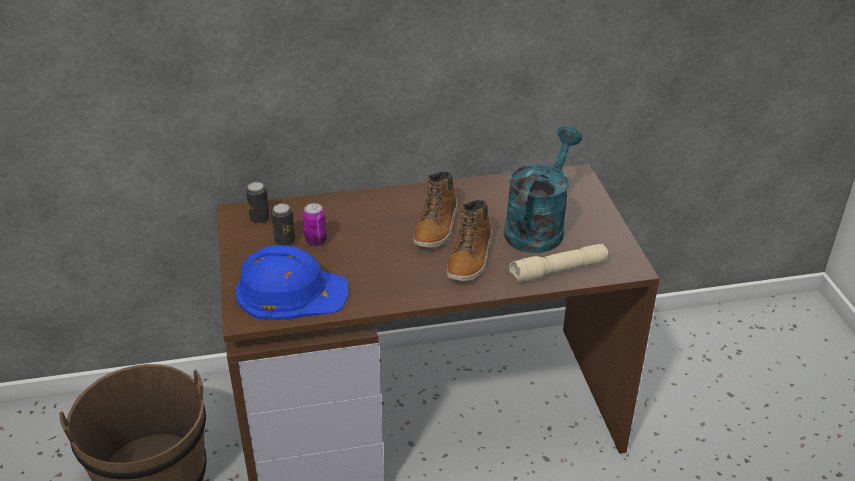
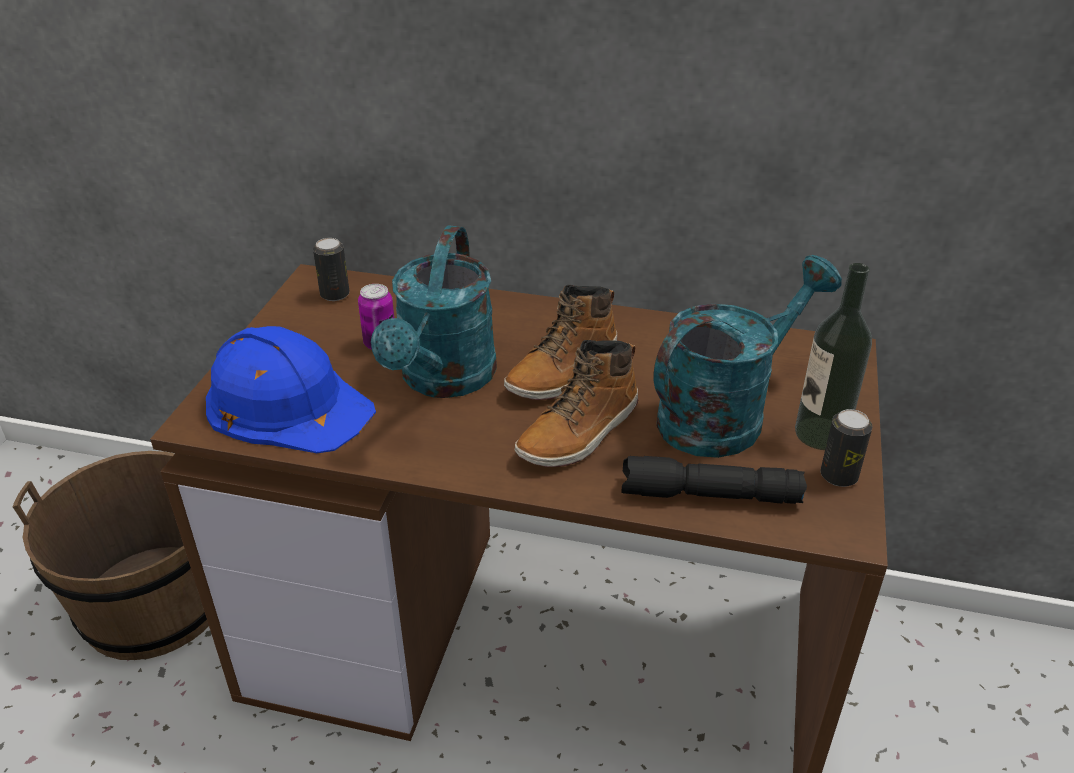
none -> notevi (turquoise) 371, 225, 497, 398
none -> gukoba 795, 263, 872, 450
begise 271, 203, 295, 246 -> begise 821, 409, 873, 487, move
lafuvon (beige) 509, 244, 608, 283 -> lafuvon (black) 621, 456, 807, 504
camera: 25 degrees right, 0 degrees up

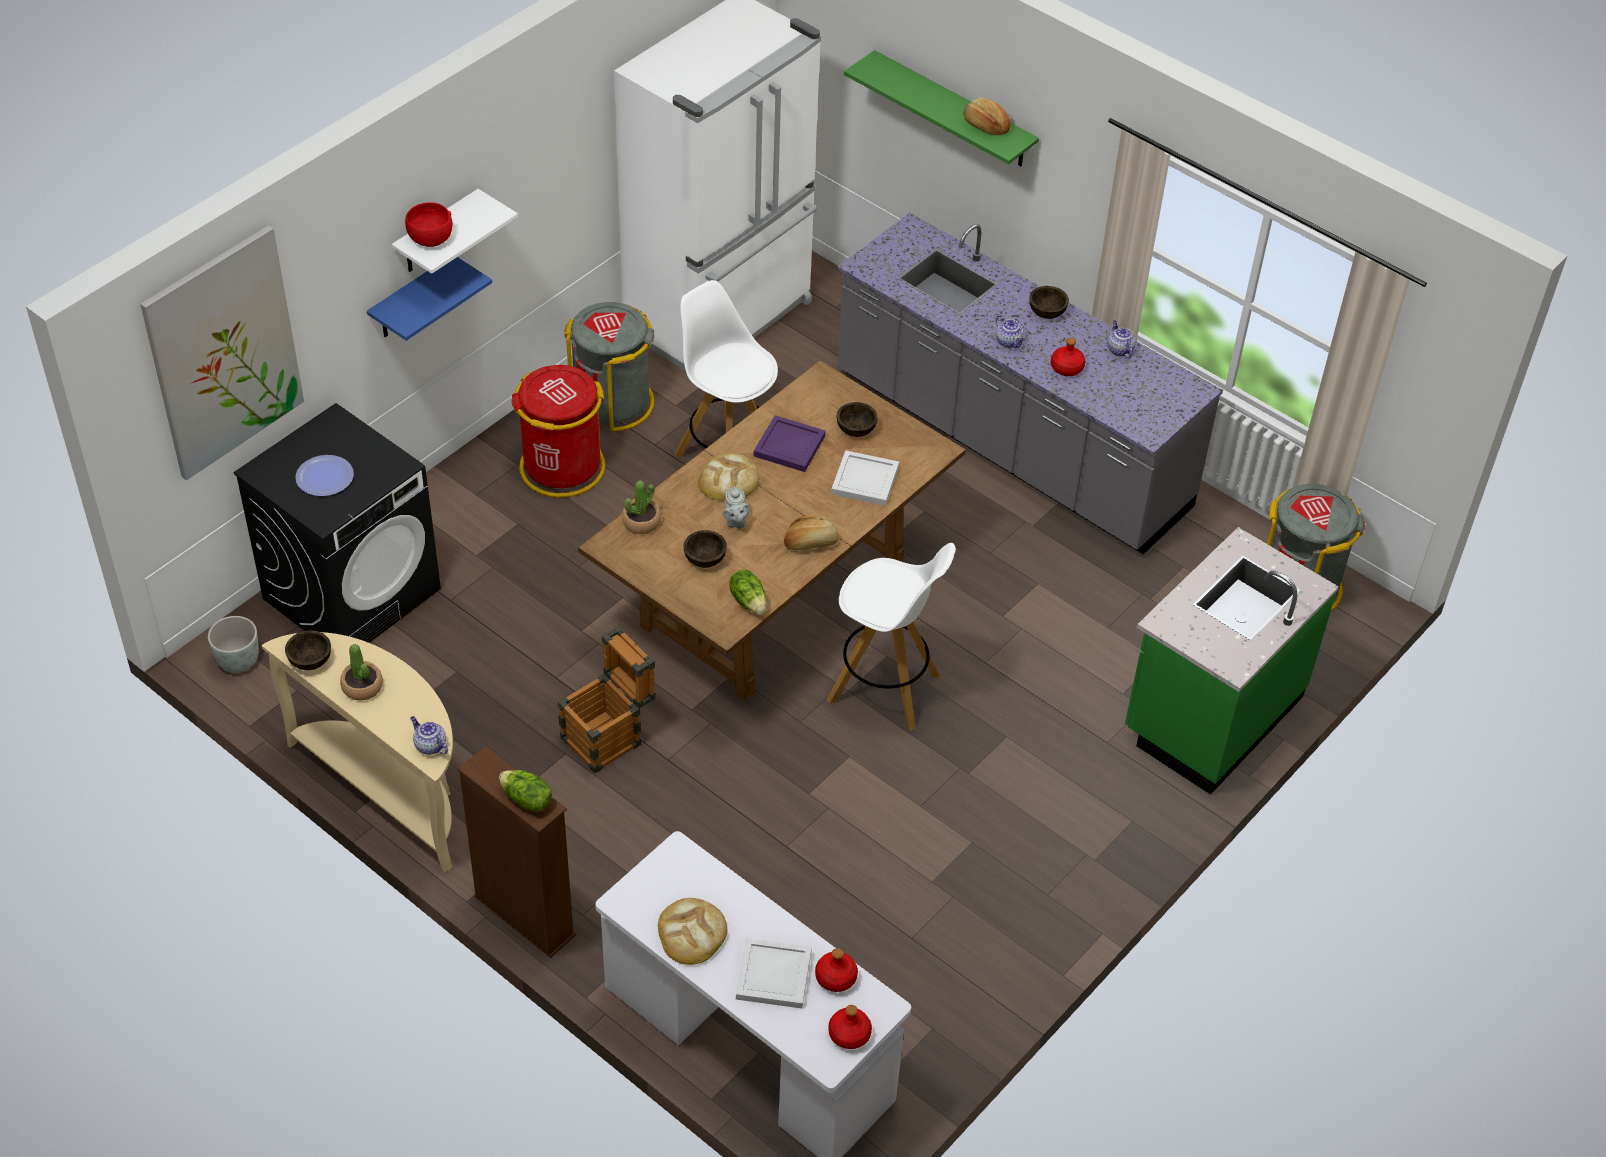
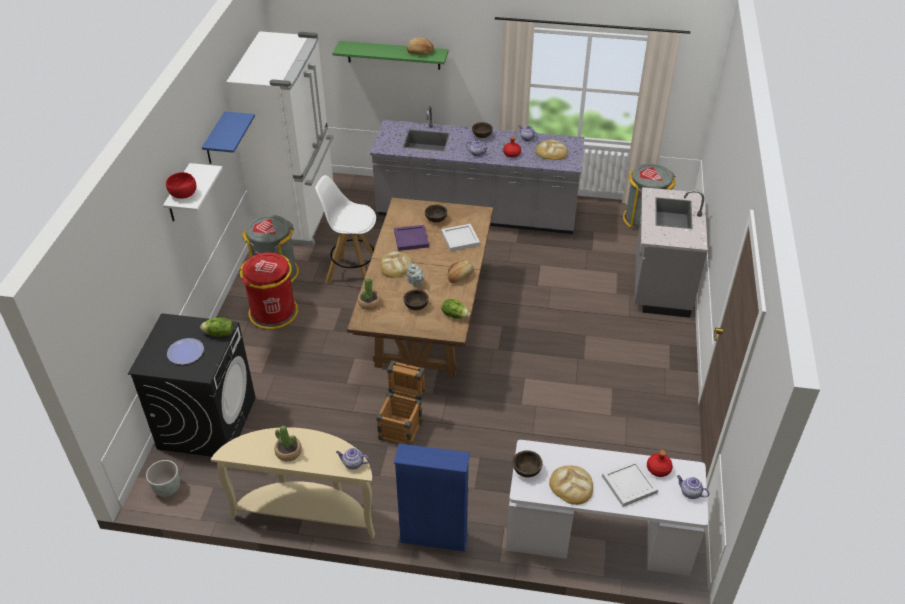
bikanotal 140, 225, 304, 481 -> none
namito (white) 827, 543, 956, 730 -> none
none -> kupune 536, 139, 568, 160
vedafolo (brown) 285, 630, 331, 670 -> vedafolo (brown) 513, 450, 543, 478, move
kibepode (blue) 367, 257, 492, 341 -> kibepode (blue) 202, 111, 255, 164, move
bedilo 499, 770, 552, 812 -> bedilo 200, 317, 233, 337, move
gukoba (red) 828, 1005, 872, 1049 -> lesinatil 677, 475, 709, 499
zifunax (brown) 458, 746, 576, 958 -> zifunax (blue) 394, 444, 470, 552
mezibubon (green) 1125, 527, 1339, 795 -> mezibubon (grey) 635, 187, 708, 318
camera: 30 degrees left, 5 degrees down

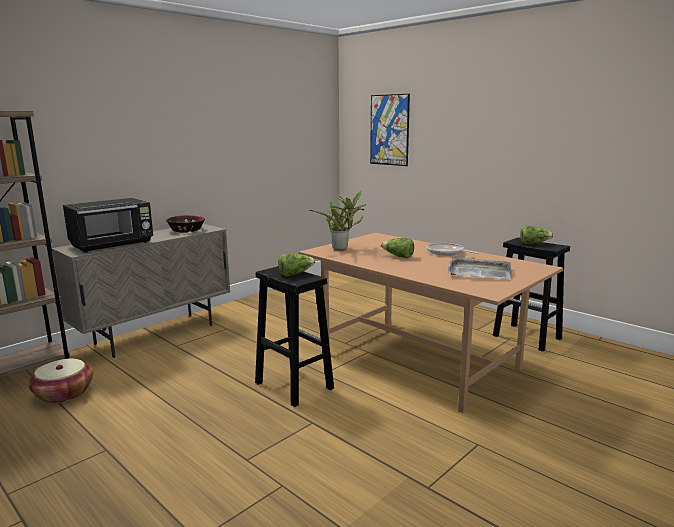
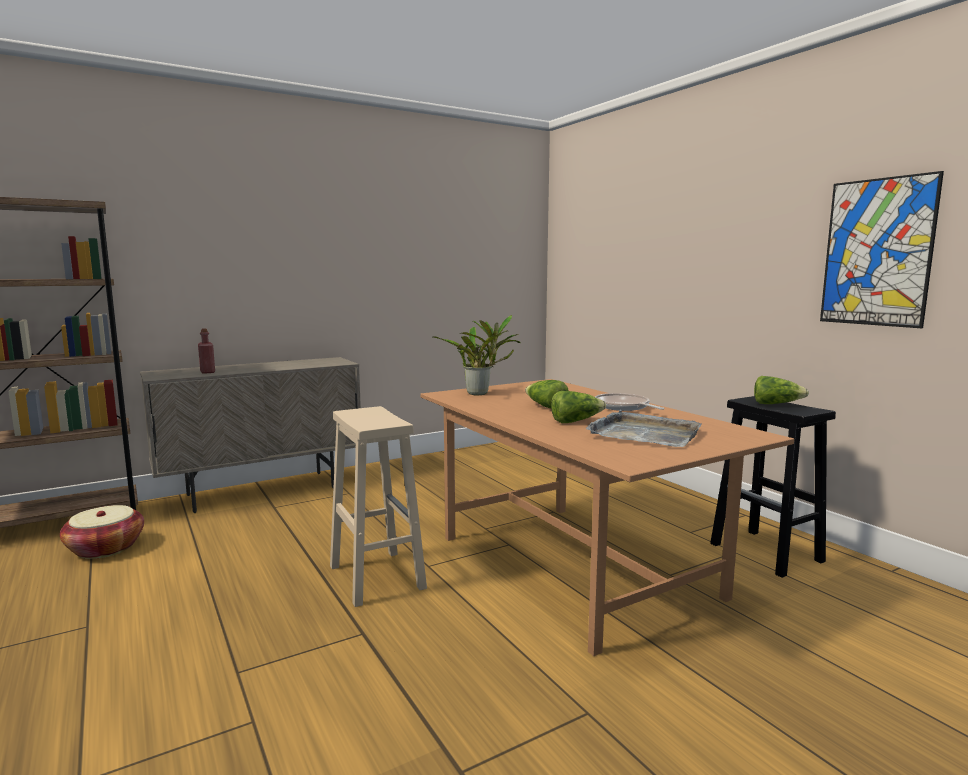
vedafolo 166, 215, 205, 233 -> none
bedilo 278, 253, 316, 276 -> bedilo 551, 391, 606, 423, move
bikanotal 370, 94, 410, 166 -> bikanotal 820, 171, 944, 328, move
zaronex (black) 63, 198, 153, 253 -> gukoba (red) 198, 328, 215, 374
namito (black) 255, 266, 334, 407 -> namito (beige) 330, 406, 427, 607
camera: 15 degrees right, 5 degrees down

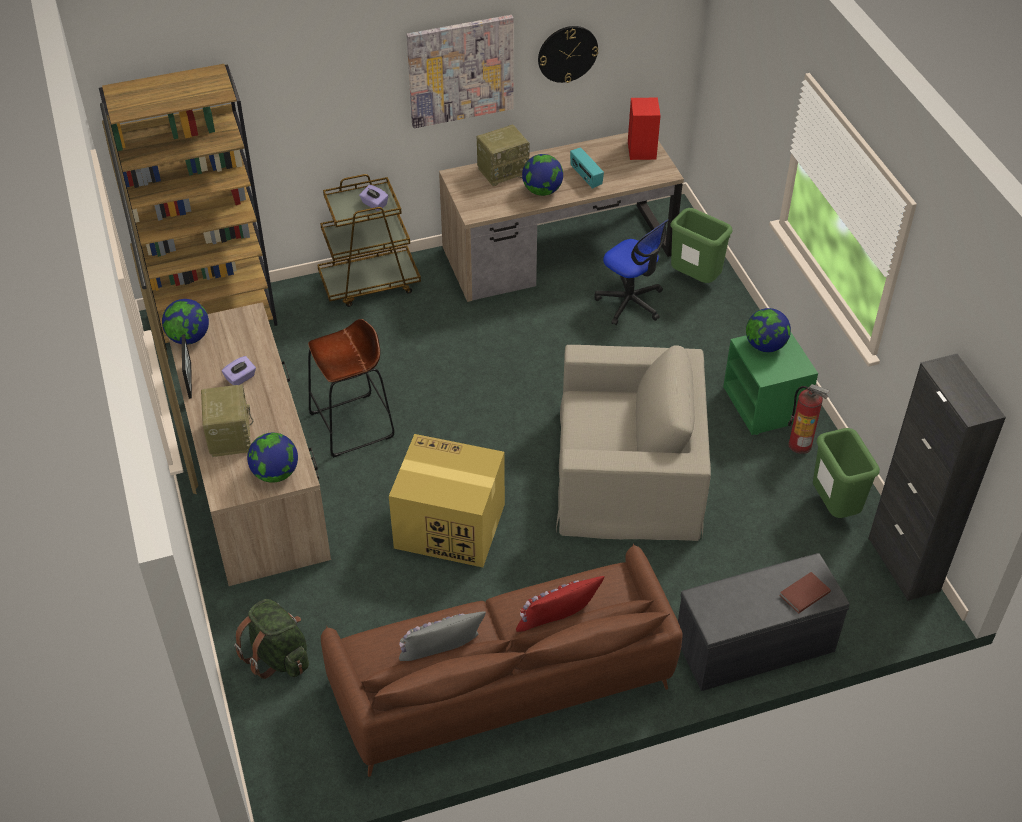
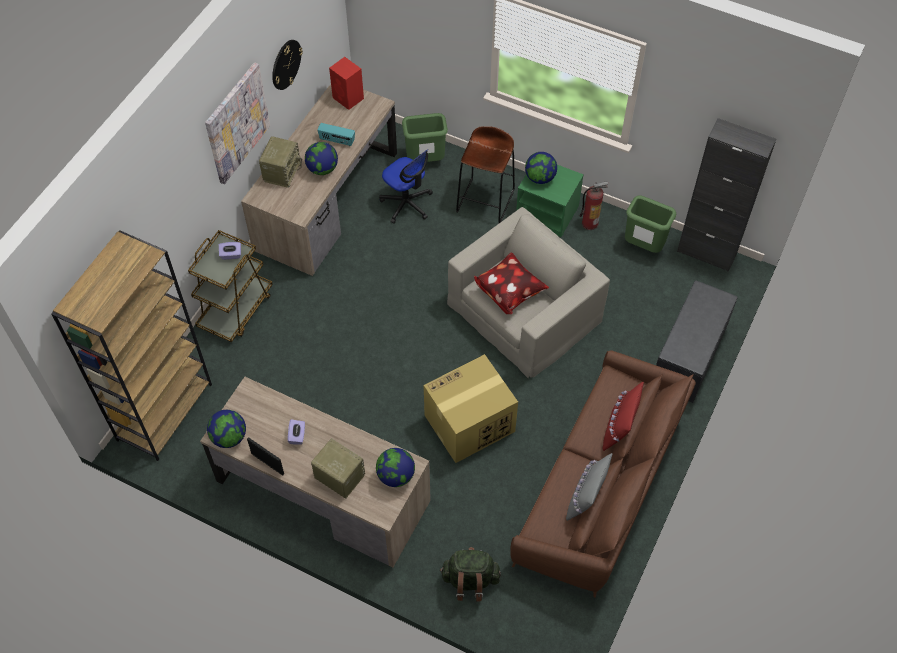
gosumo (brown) 780, 572, 831, 613 -> none
none -> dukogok 474, 252, 549, 314
namito (brown) 308, 319, 394, 458 -> namito (brown) 456, 126, 515, 224, move
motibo 594, 220, 668, 325 -> motibo 379, 149, 433, 224, 45 degrees clockwise
camera: 45 degrees left, 10 degrees up

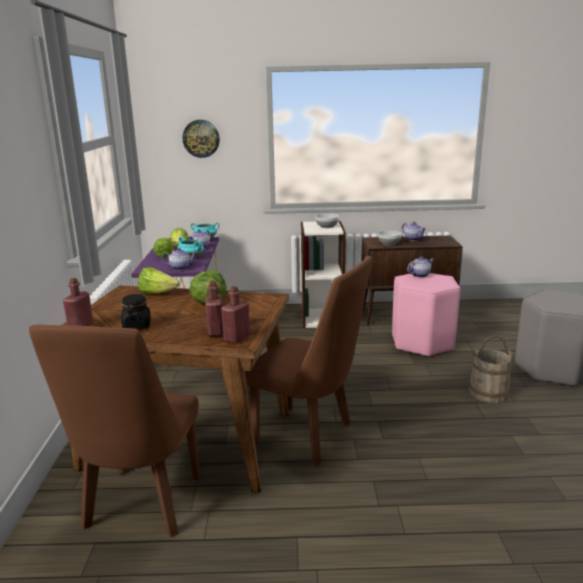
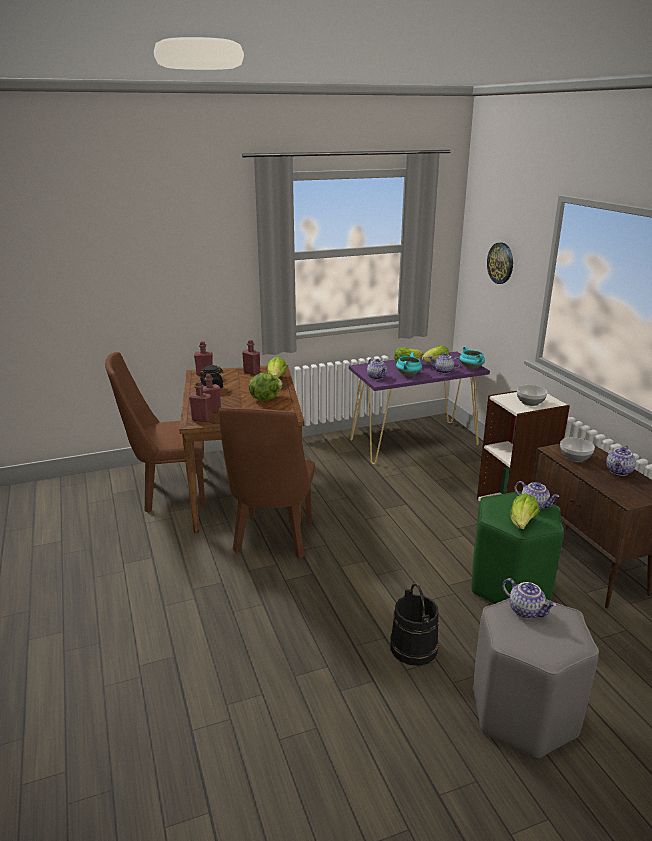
none -> gukoba (red) 242, 340, 260, 375
none -> lesinatil 502, 578, 556, 619
none -> bedilo 511, 494, 539, 529
namito (pink) 392, 273, 460, 357 -> namito (green) 471, 491, 564, 604
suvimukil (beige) 468, 335, 514, 403 -> suvimukil (black) 390, 583, 439, 666
camera: 70 degrees right, 5 degrees up

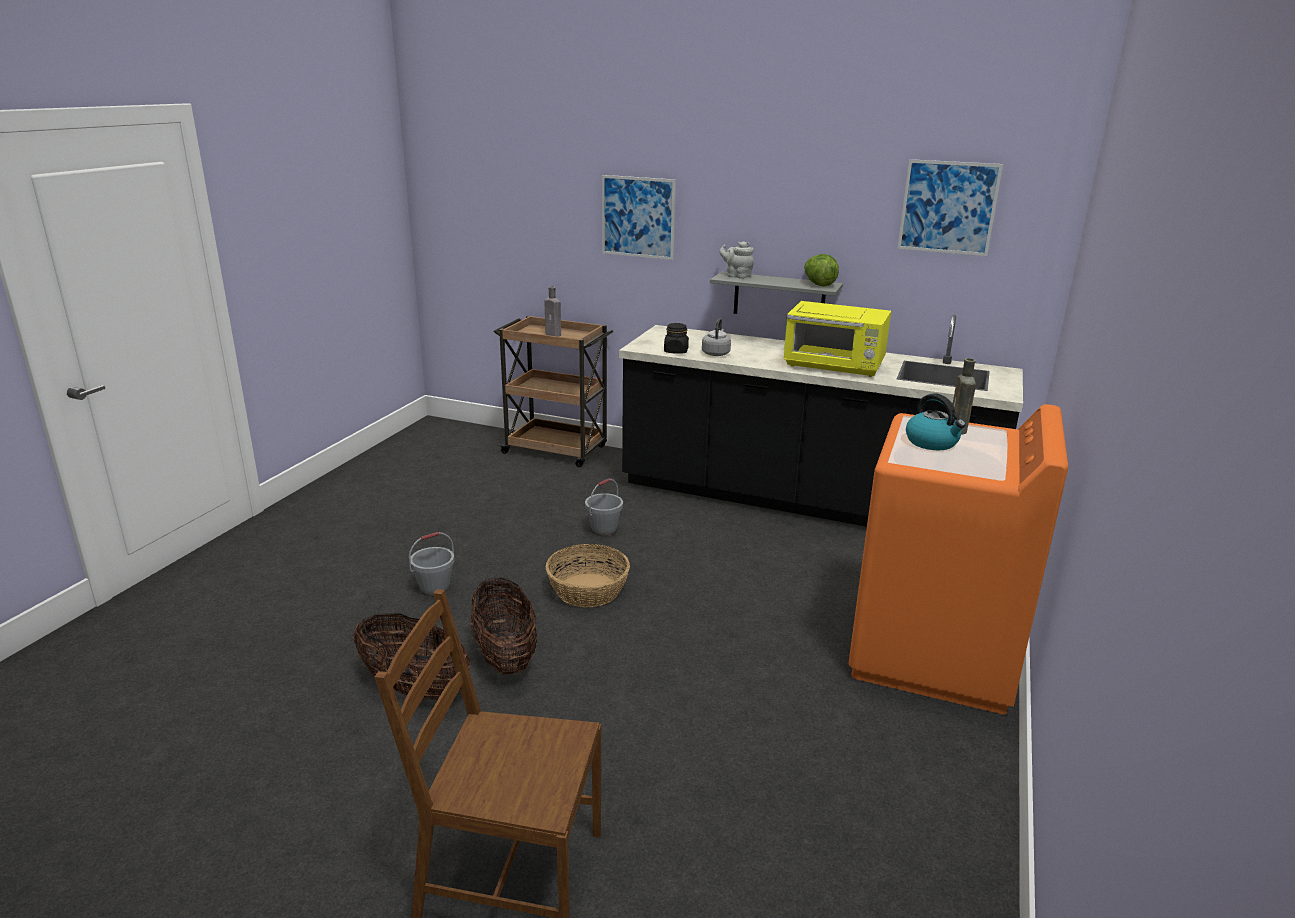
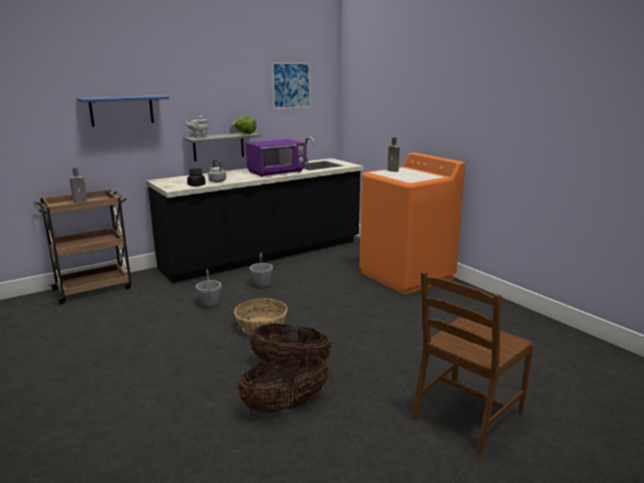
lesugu 906, 393, 966, 450 -> none
suvimukil (grey) 409, 532, 454, 597 -> suvimukil (grey) 250, 253, 273, 288, move
bikanotal 602, 175, 676, 260 -> kibepode (blue) 76, 95, 169, 127
zaronex (yellow) 784, 301, 891, 377 -> zaronex (purple) 246, 139, 305, 177
camera: 55 degrees left, 5 degrees down

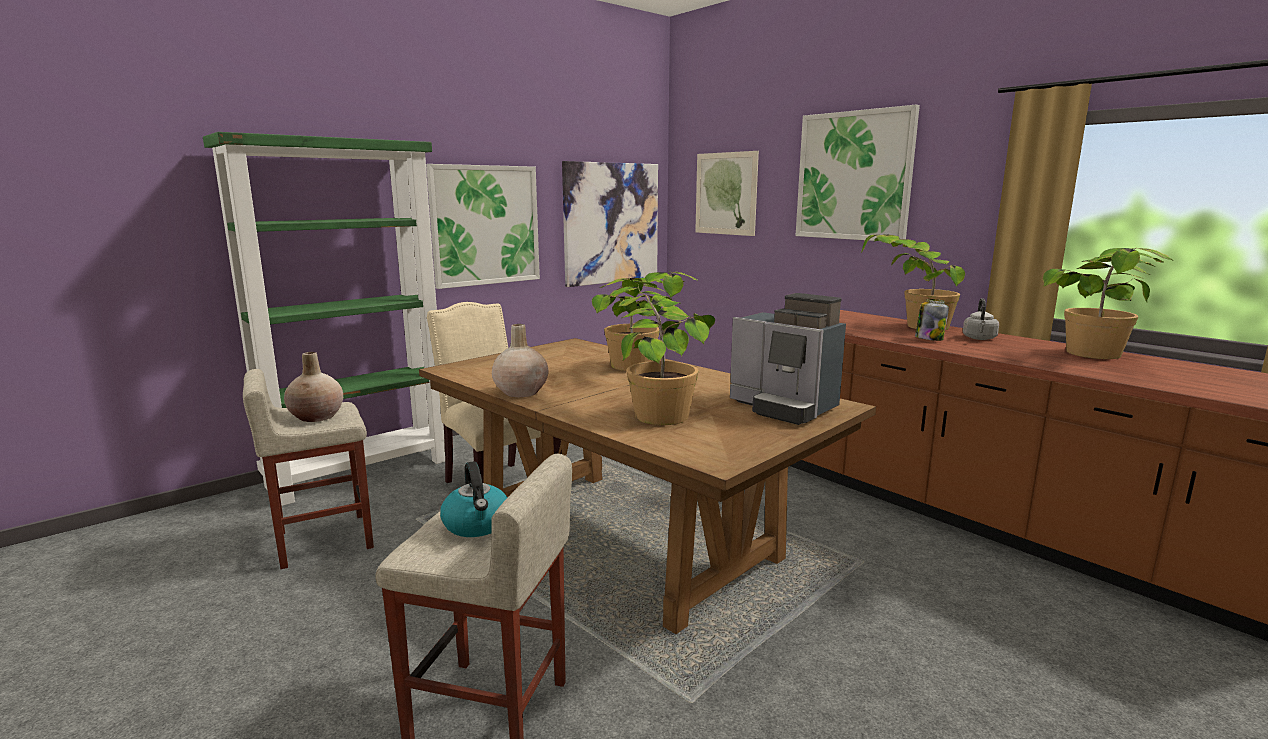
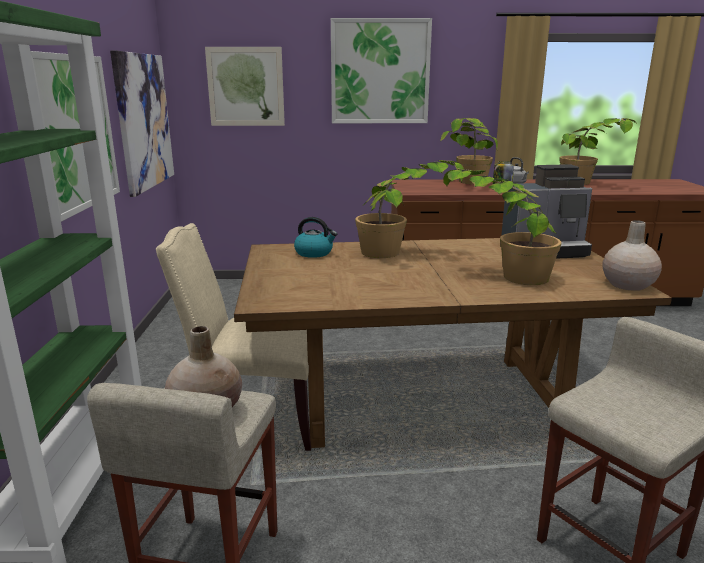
lesugu 440, 461, 508, 537 -> lesugu 294, 217, 337, 258, move
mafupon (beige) 492, 324, 548, 397 -> mafupon (beige) 602, 220, 662, 291, move
camera: 50 degrees left, 5 degrees up

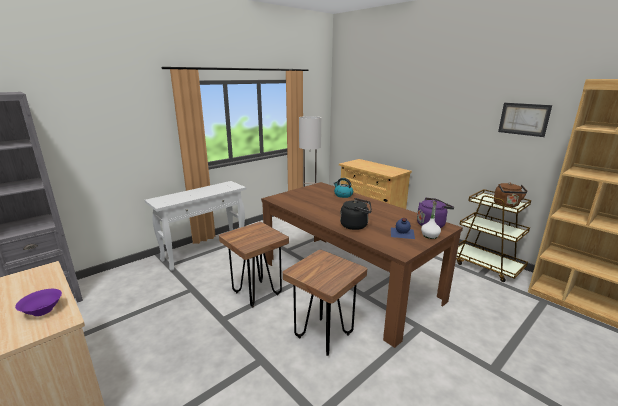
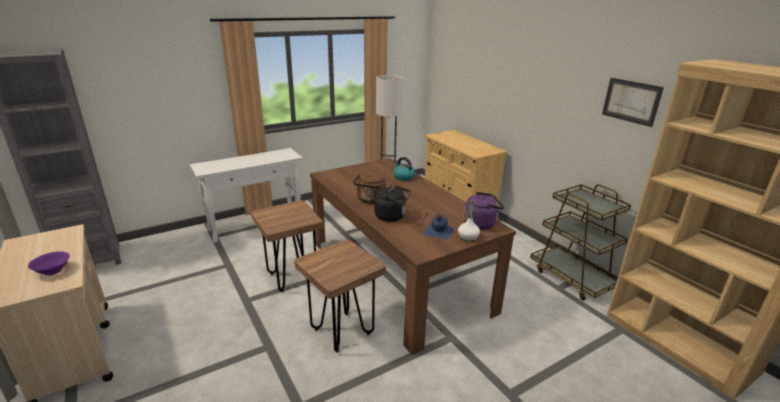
lesugu (brown) 494, 183, 527, 207 -> lesugu (brown) 353, 173, 392, 204, move
camera: 10 degrees right, 5 degrees up

